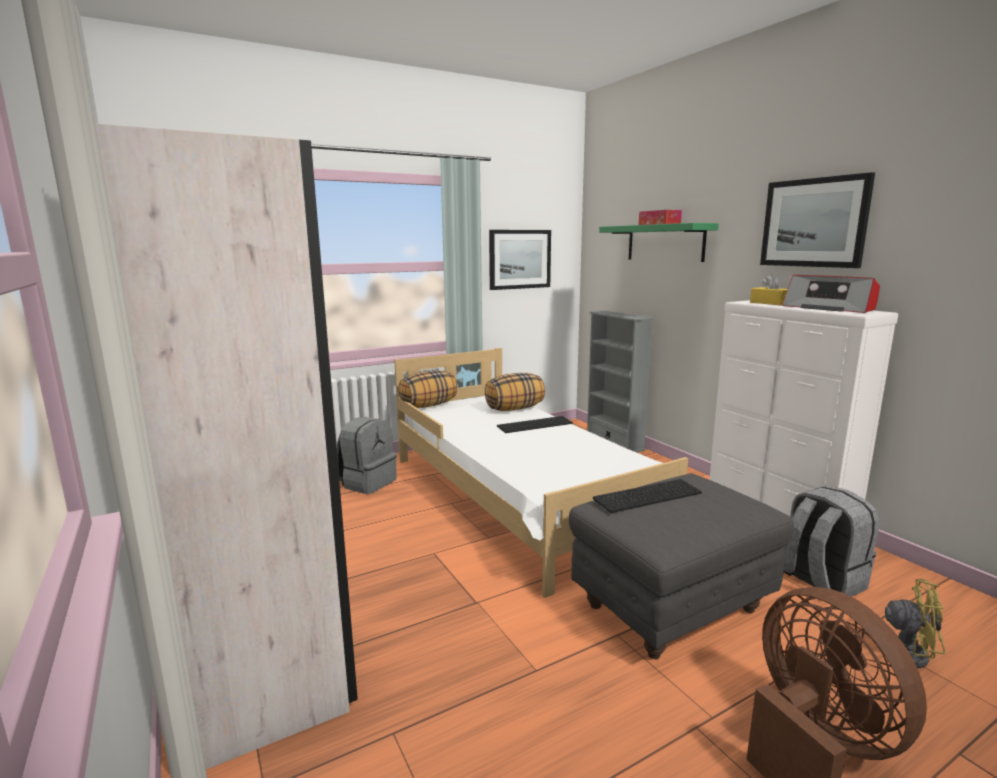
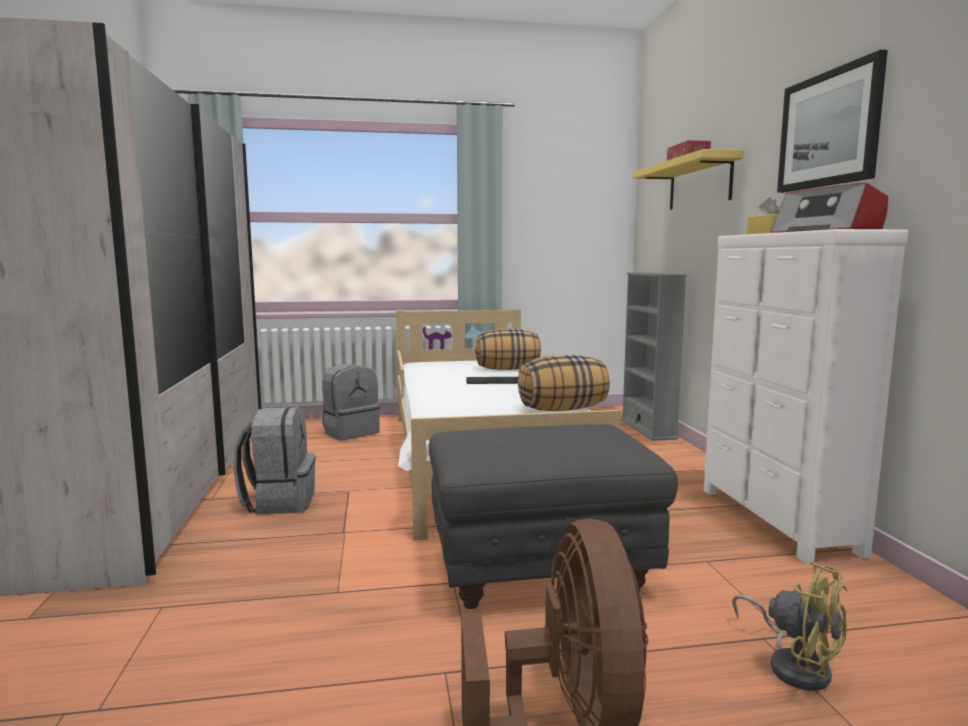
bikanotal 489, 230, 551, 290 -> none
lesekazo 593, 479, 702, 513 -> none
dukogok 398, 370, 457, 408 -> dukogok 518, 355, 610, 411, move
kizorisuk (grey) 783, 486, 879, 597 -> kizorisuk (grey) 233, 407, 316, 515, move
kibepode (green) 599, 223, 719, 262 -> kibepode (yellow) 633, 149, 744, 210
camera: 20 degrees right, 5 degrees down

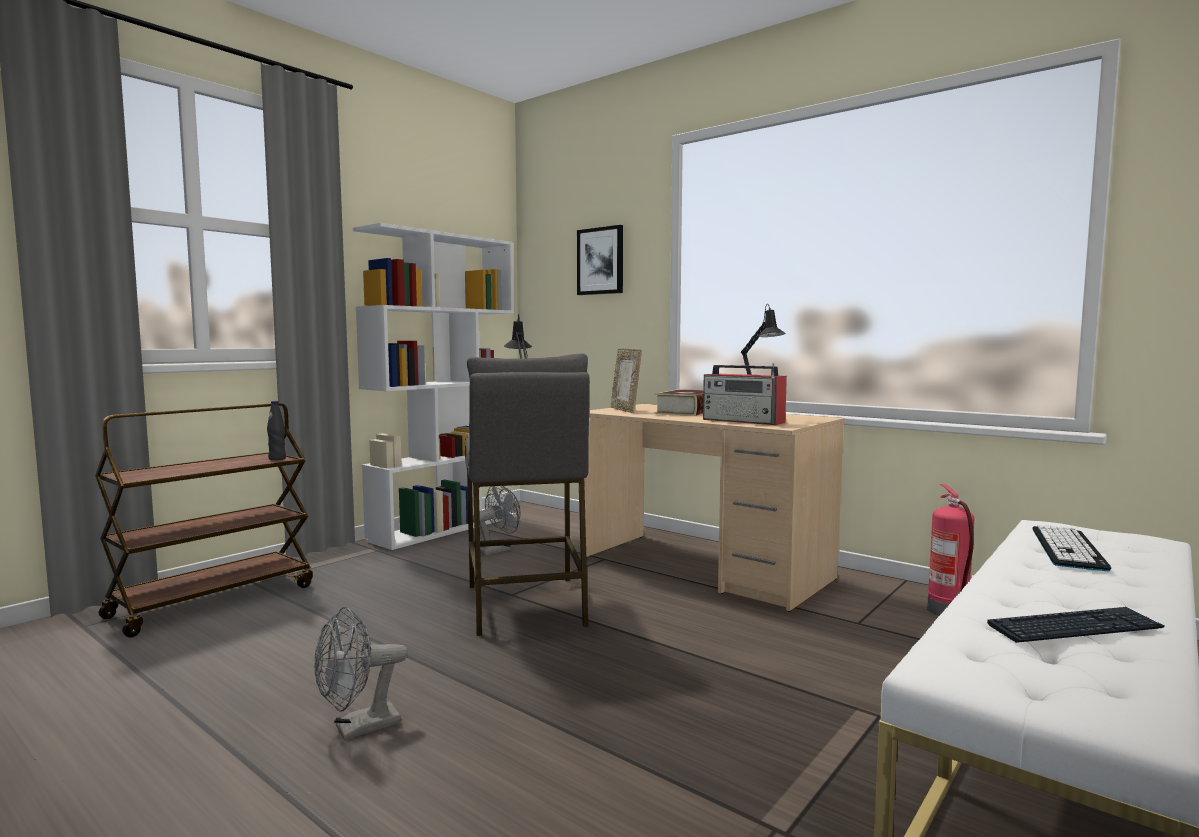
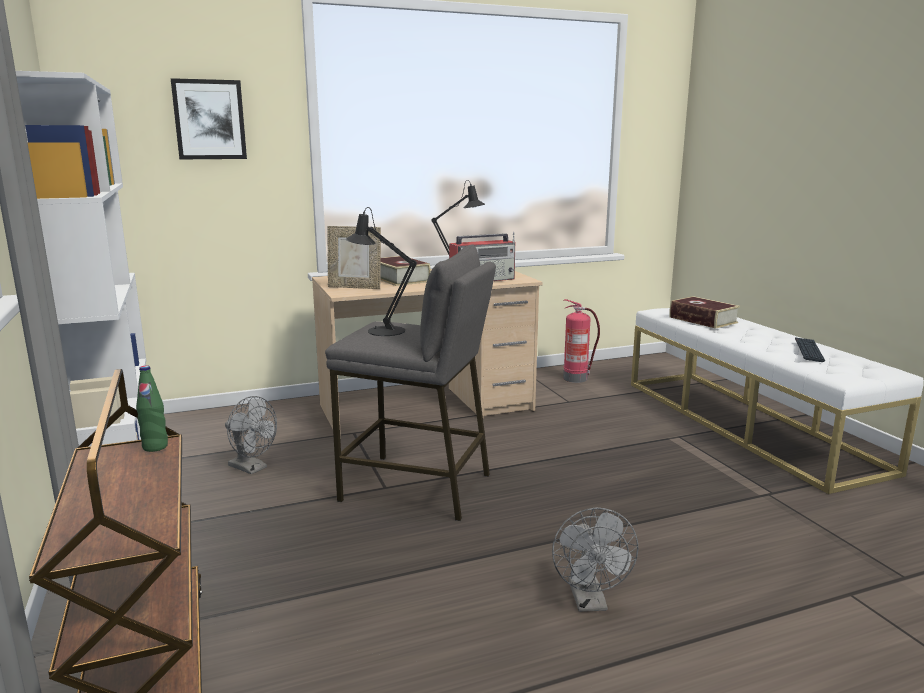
lesekazo 1032, 525, 1111, 571 -> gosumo 669, 296, 740, 329
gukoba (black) 267, 401, 286, 460 -> gukoba (green) 136, 366, 168, 452
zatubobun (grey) 473, 486, 521, 556 -> zatubobun (grey) 225, 396, 277, 474, 135 degrees clockwise
camera: 60 degrees left, 10 degrees up

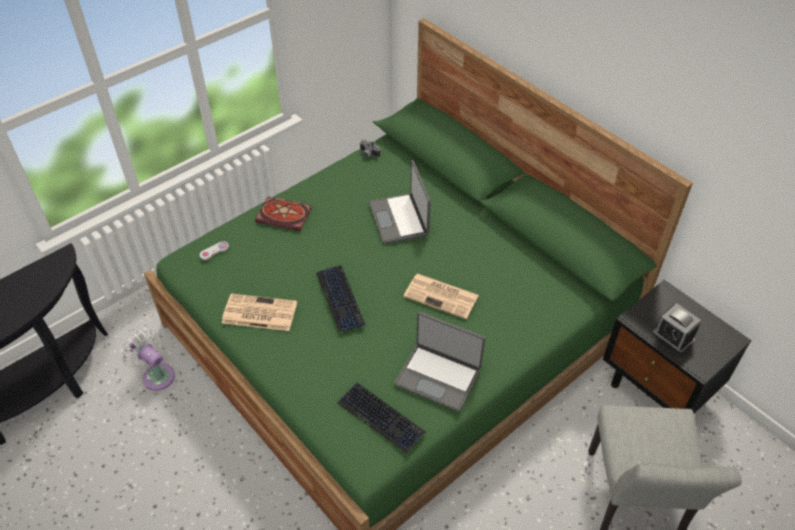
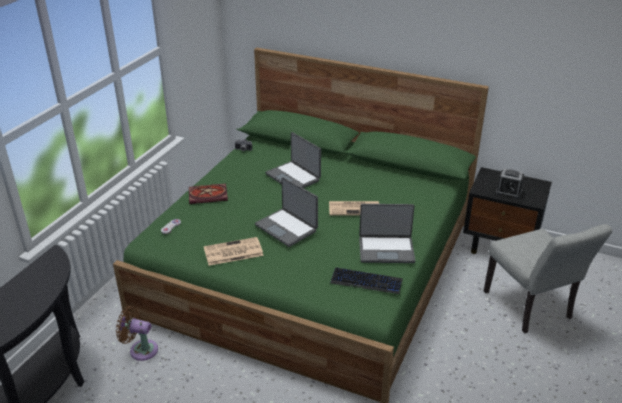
lesekazo 316, 265, 365, 332 -> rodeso 255, 177, 318, 247
zatubobun (white) 121, 329, 175, 391 -> zatubobun (brown) 116, 306, 158, 361
camera: 25 degrees left, 15 degrees down

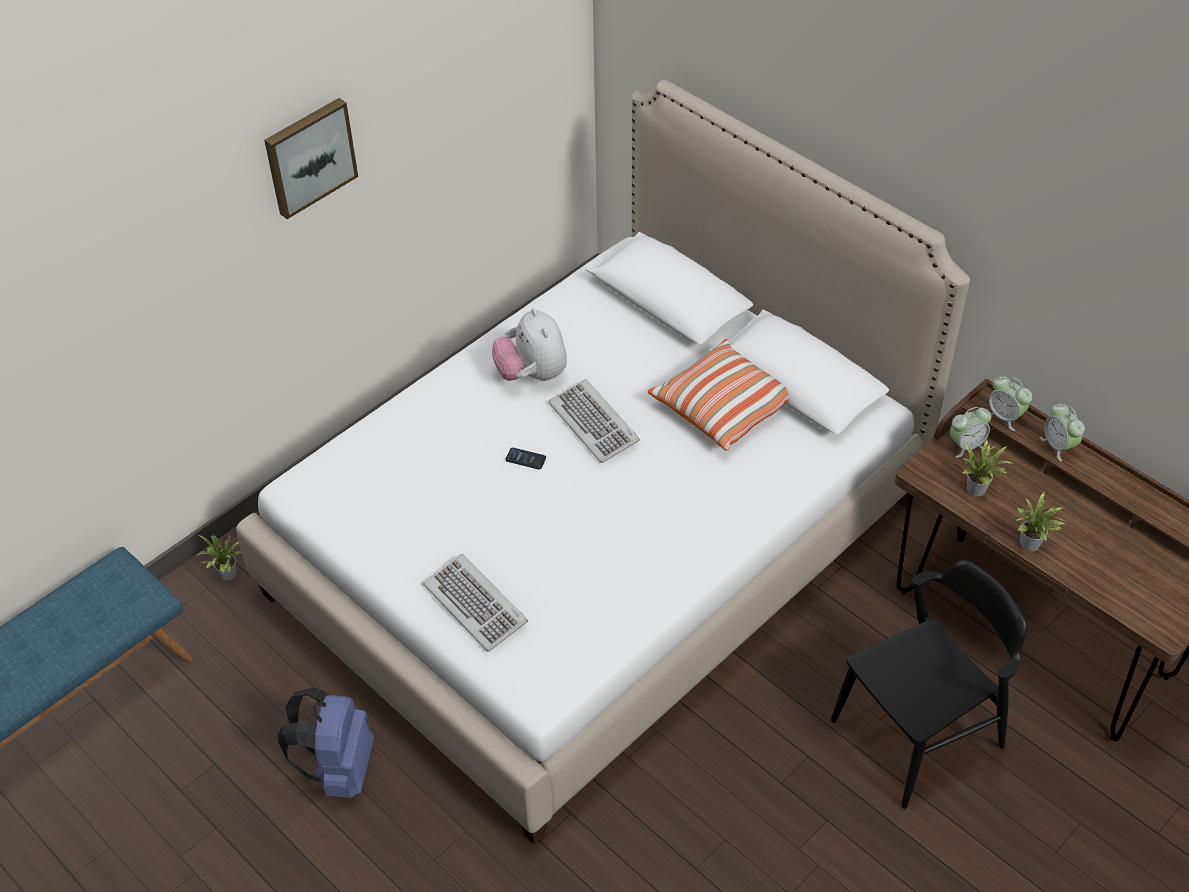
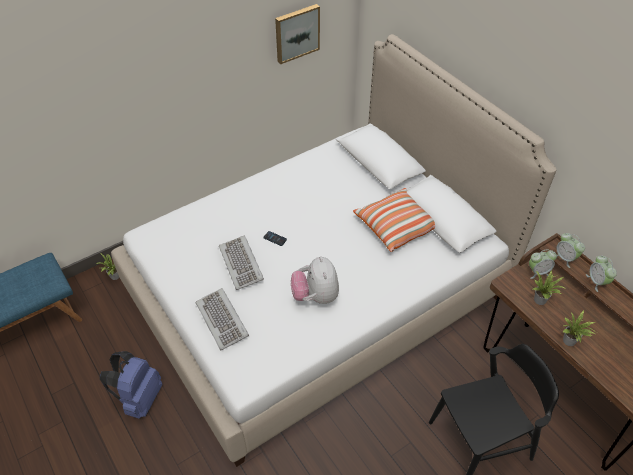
bikanotal 264, 98, 358, 219 -> bikanotal 275, 4, 320, 64, move
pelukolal 492, 308, 567, 381 -> pelukolal 291, 256, 339, 304, move
lesekazo 548, 379, 640, 463 -> lesekazo 219, 236, 264, 290, move
camera: 10 degrees right, 0 degrees up

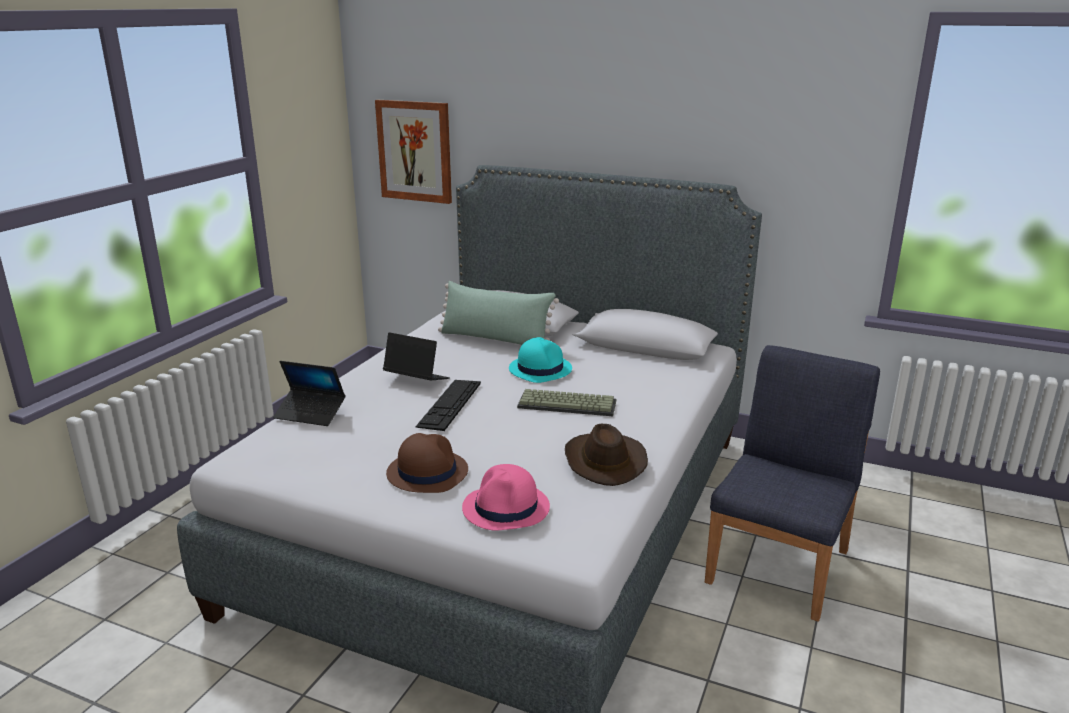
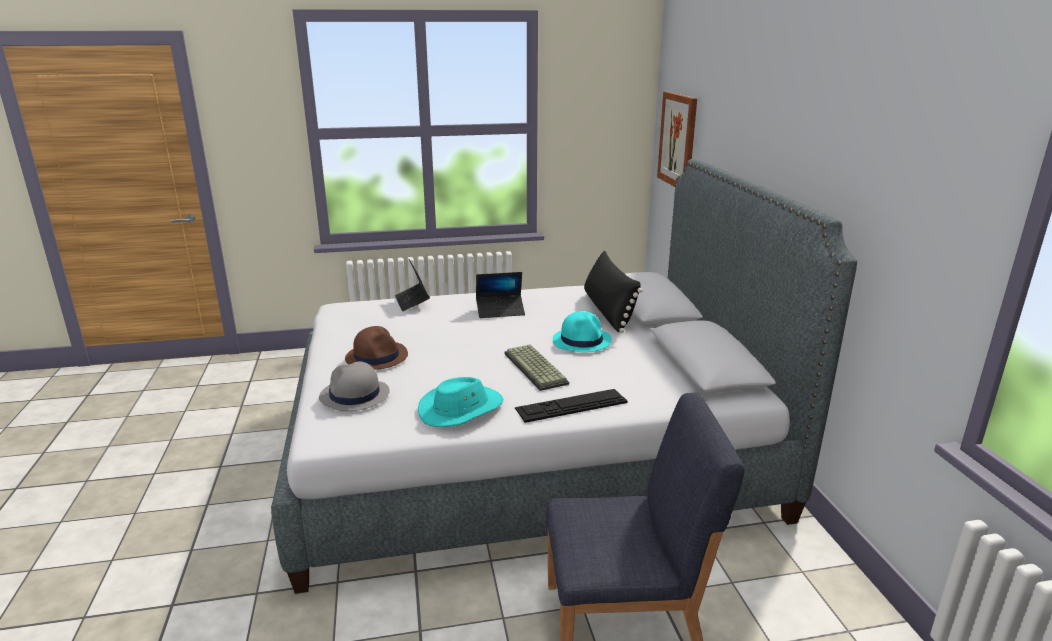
lesekazo 415, 380, 481, 431 -> lesekazo 515, 389, 628, 423, move
dukogok (green) 438, 281, 559, 345 -> dukogok (black) 584, 251, 643, 333
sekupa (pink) 462, 464, 550, 530 -> sekupa (grey) 319, 361, 390, 411
sekupa (brown) 565, 424, 648, 486 -> sekupa (turquoise) 418, 377, 503, 427
rodeso 383, 332, 450, 380 -> rodeso 476, 272, 525, 318, 90 degrees clockwise
camera: 55 degrees right, 0 degrees up

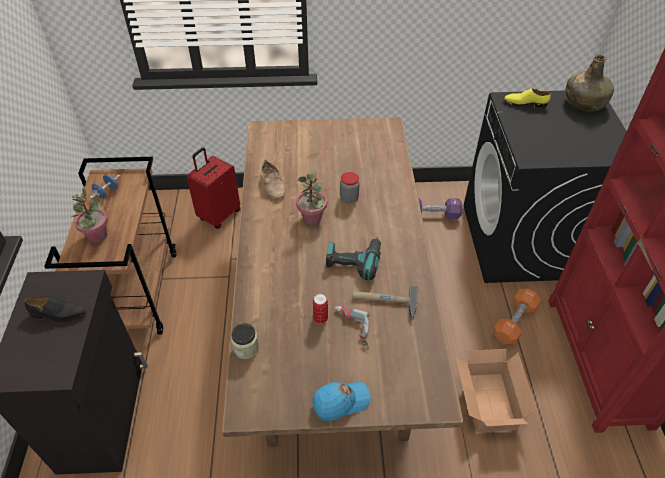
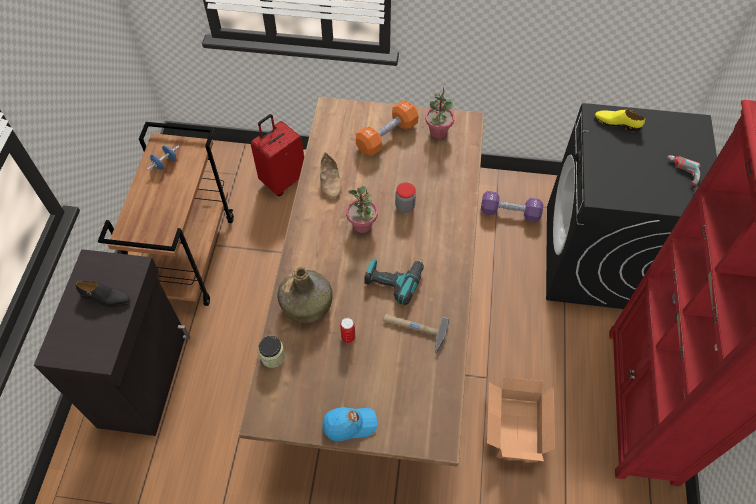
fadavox 72, 187, 108, 243 -> fadavox 425, 87, 455, 139, move
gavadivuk 335, 306, 370, 350 -> gavadivuk 667, 155, 701, 191, move
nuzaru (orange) 493, 288, 541, 345 -> nuzaru (orange) 356, 101, 418, 156, move
gukoba (green) 566, 54, 614, 112 -> gukoba (green) 278, 267, 333, 323, move
camera: 10 degrees right, 10 degrees up

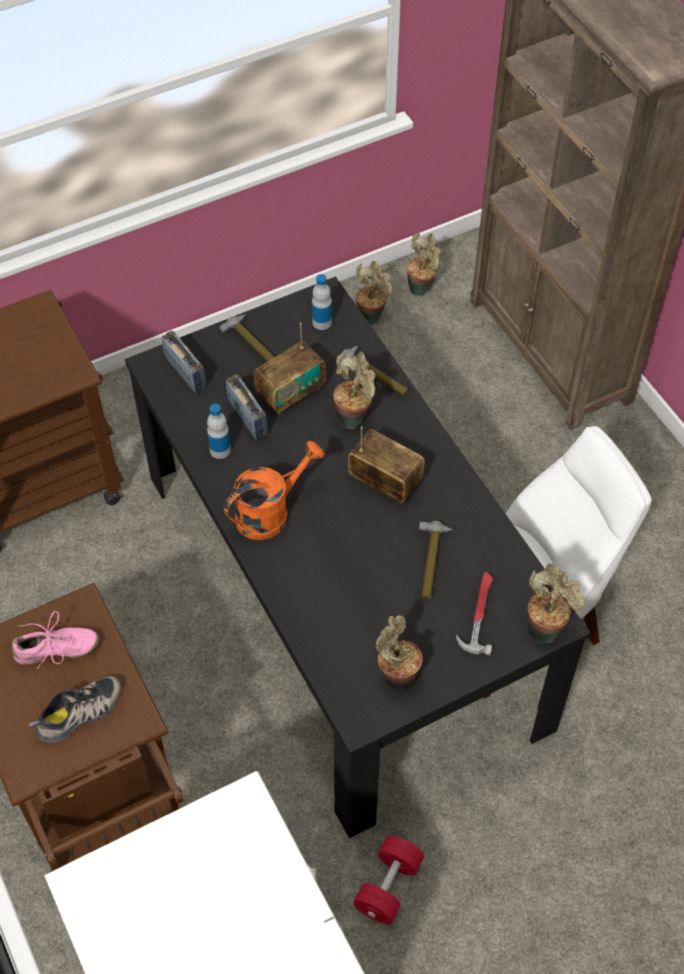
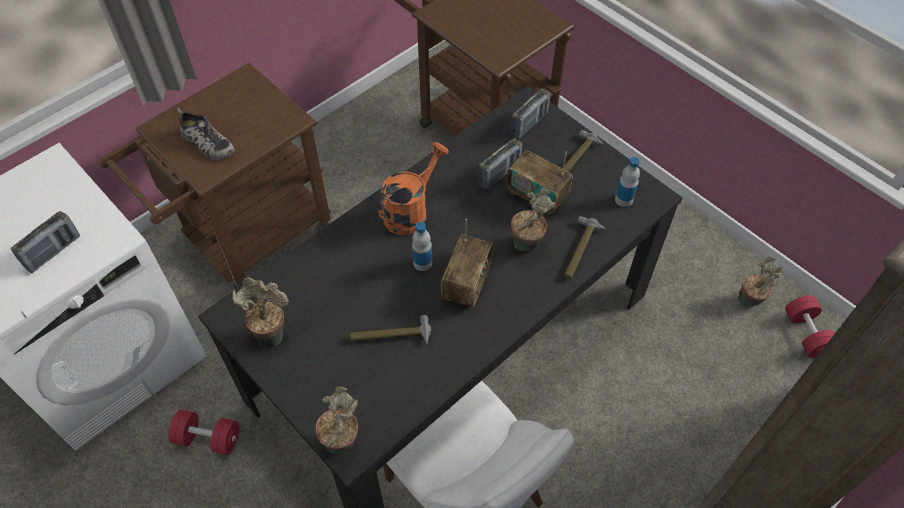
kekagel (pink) 12, 611, 99, 669 -> none
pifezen 456, 572, 493, 655 -> none
none -> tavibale 11, 211, 80, 273
gukoba 207, 404, 231, 459 -> gukoba 412, 222, 432, 271, move
fadavox 407, 233, 440, 296 -> nuzaru (red) 785, 295, 834, 358
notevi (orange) 224, 441, 325, 540 -> notevi (orange) 378, 142, 449, 235, 90 degrees counterclockwise
camera: 75 degrees right, 0 degrees up

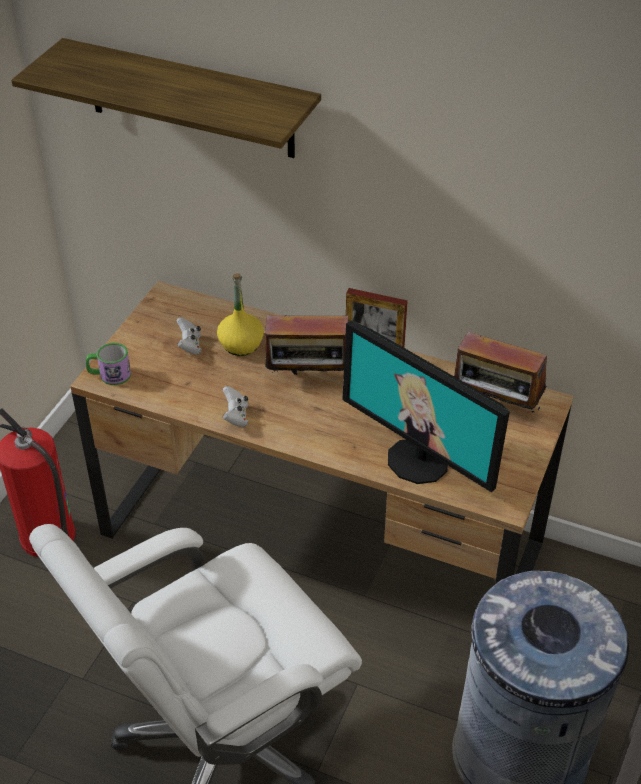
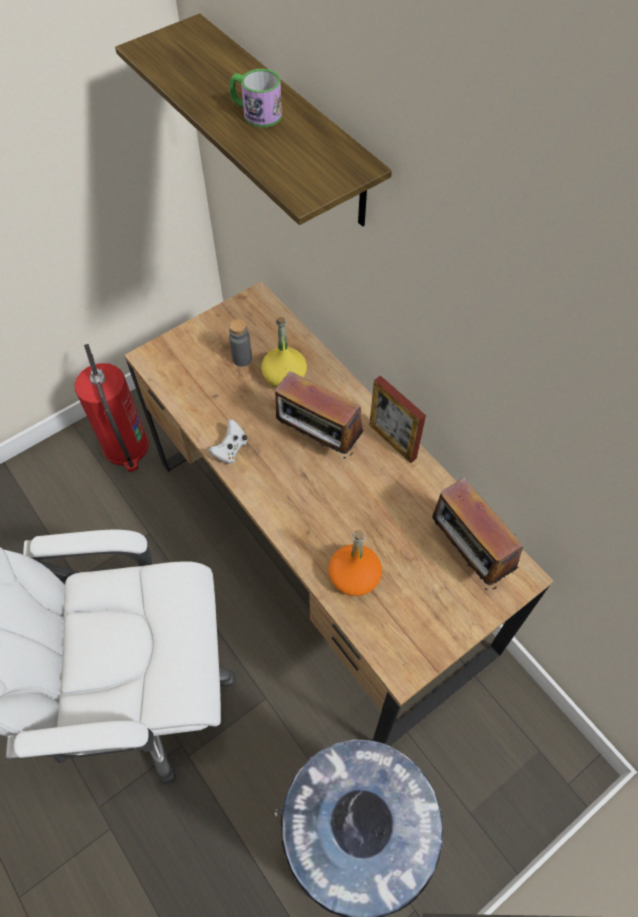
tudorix 86, 343, 131, 385 -> tudorix 229, 69, 282, 127, move
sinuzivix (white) 177, 317, 201, 355 -> gukoba (grey) 229, 319, 252, 367
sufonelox 342, 320, 510, 492 -> gukoba (orange) 328, 530, 382, 596
camera: 30 degrees right, 15 degrees up

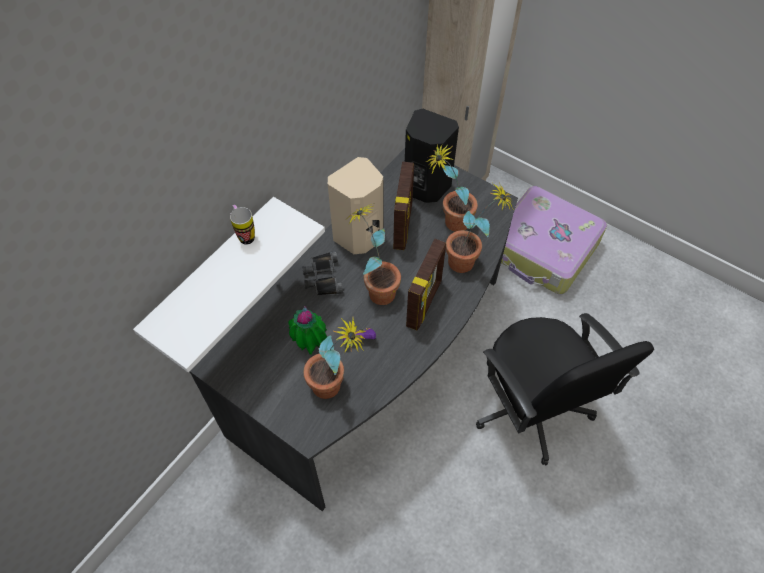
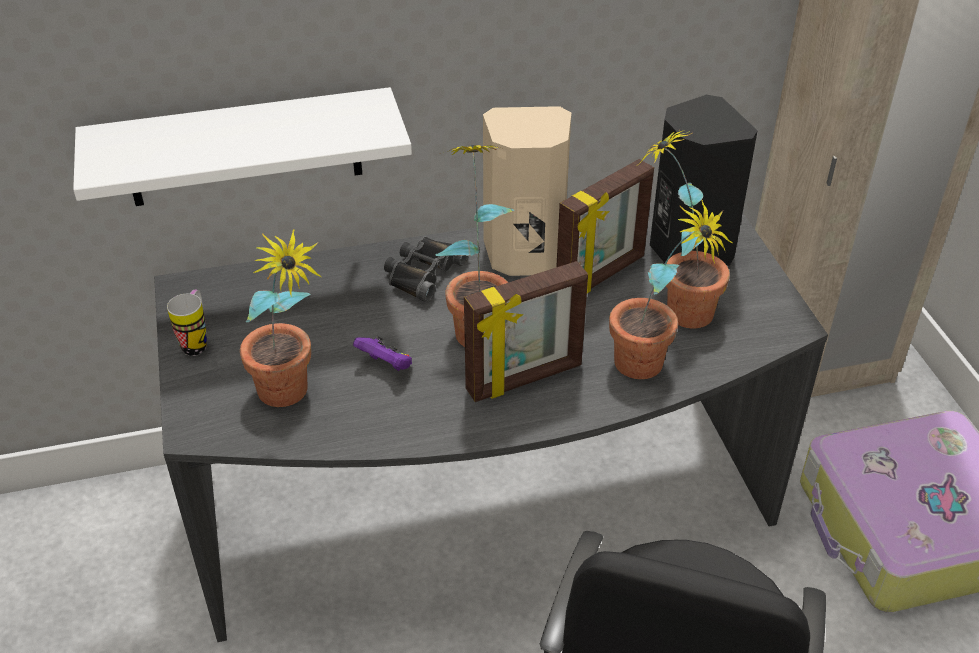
fadavox 288, 306, 327, 355 -> none
tudorix 230, 205, 255, 245 -> tudorix 167, 290, 207, 356, move
camera: 40 degrees right, 15 degrees down

